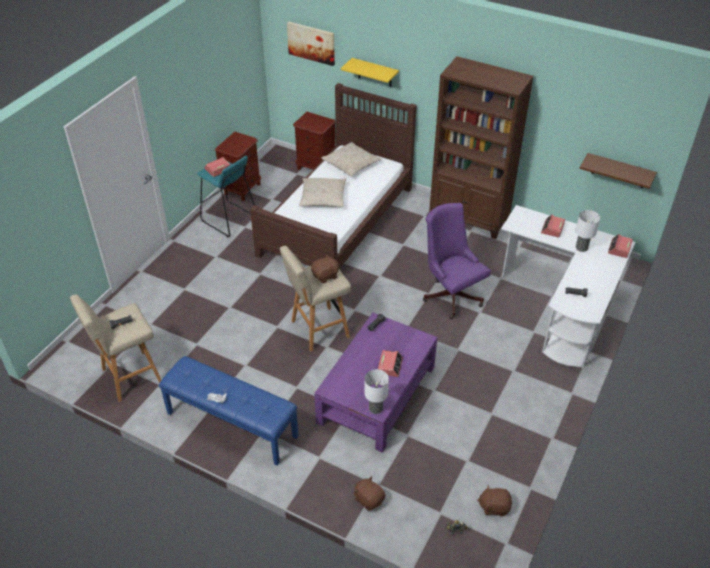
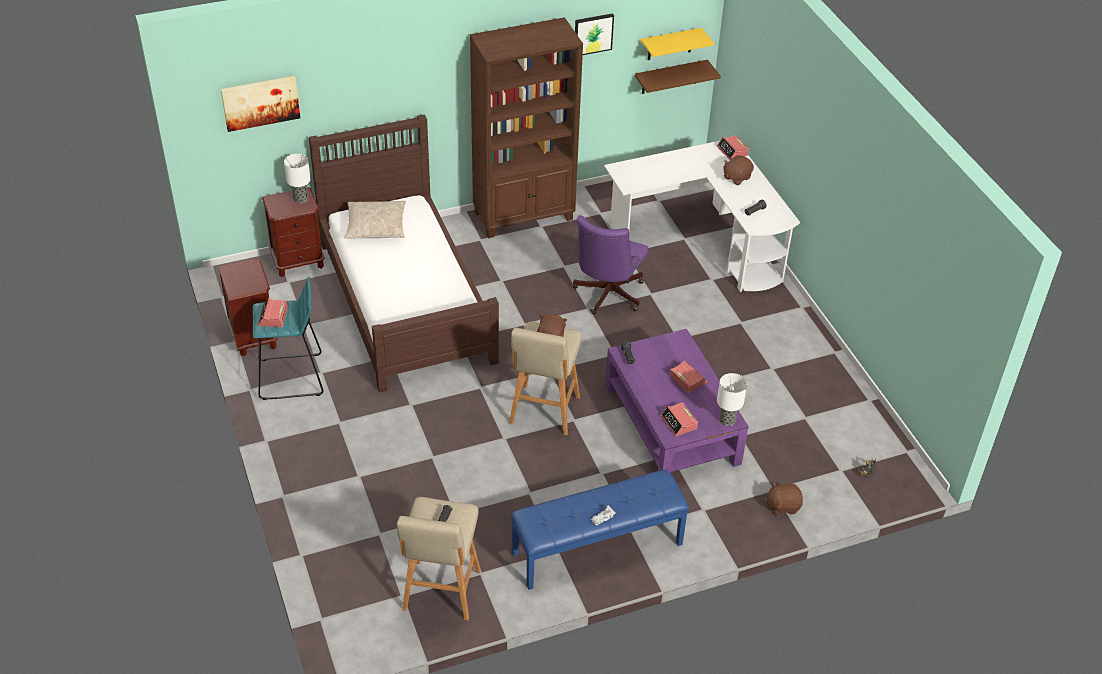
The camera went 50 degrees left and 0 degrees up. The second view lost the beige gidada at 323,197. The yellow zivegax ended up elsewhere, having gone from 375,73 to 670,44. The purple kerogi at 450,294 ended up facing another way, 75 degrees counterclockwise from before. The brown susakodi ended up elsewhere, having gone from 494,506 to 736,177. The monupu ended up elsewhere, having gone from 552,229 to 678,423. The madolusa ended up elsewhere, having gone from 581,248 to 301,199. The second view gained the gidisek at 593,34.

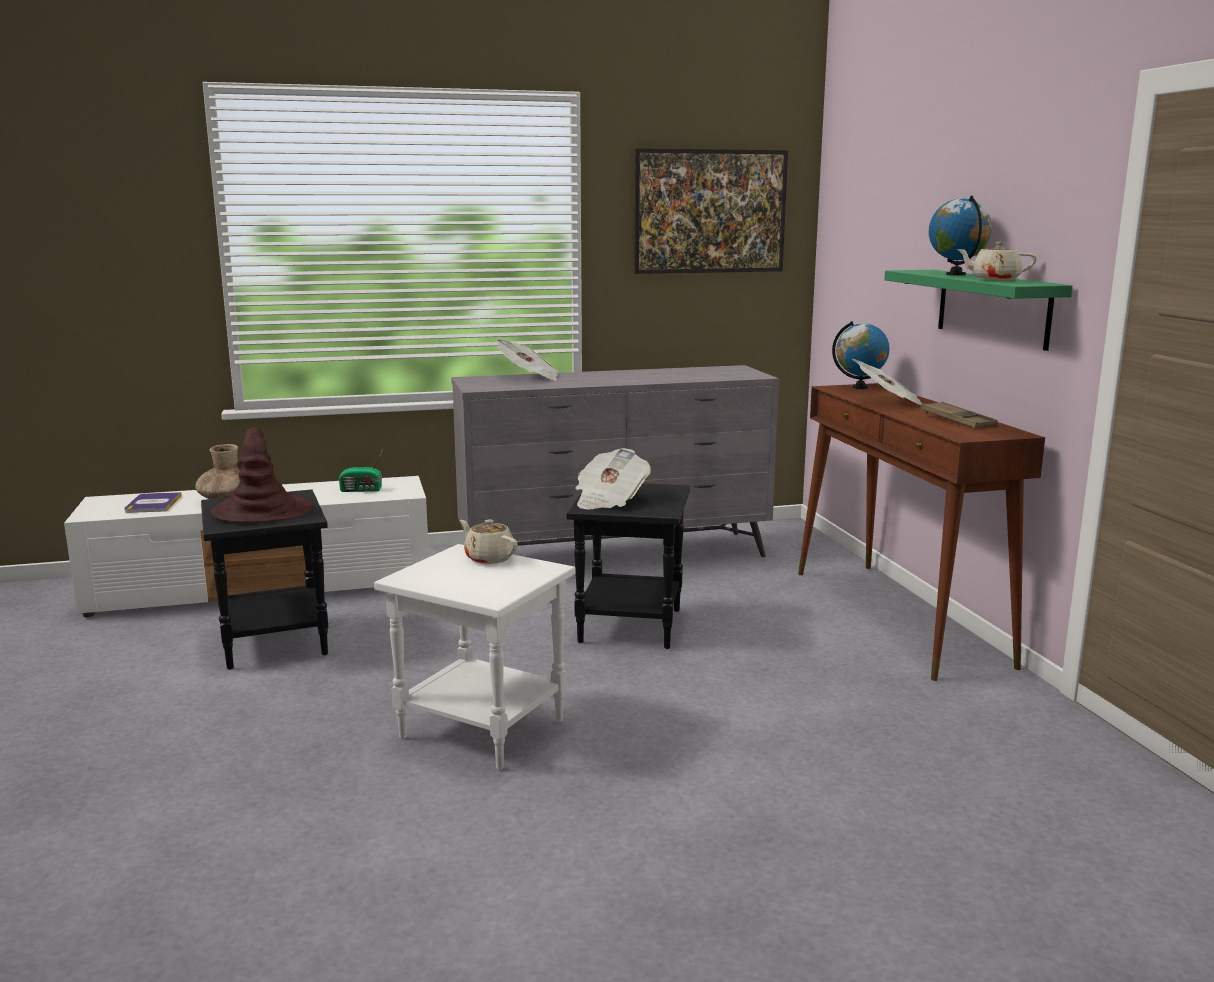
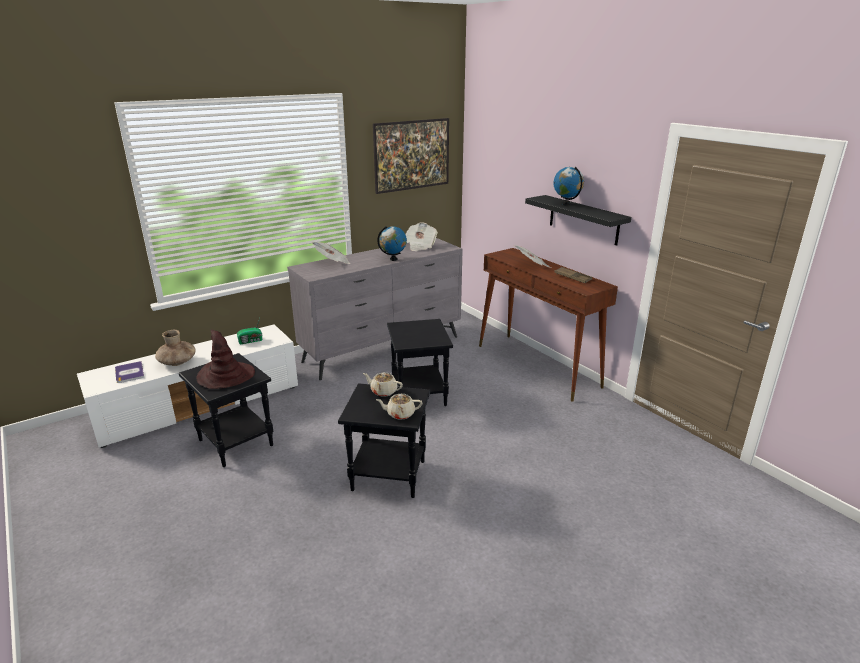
The camera went 20 degrees left and 10 degrees up. What was the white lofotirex at 485,729 turned into the black lofotirex at 389,475. The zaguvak ended up elsewhere, having gone from 609,500 to 420,246. The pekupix ended up elsewhere, having gone from 860,387 to 393,259. What was the green zivegax at 992,307 turned into the black zivegax at 583,220. The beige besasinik ended up elsewhere, having gone from 994,279 to 400,414.

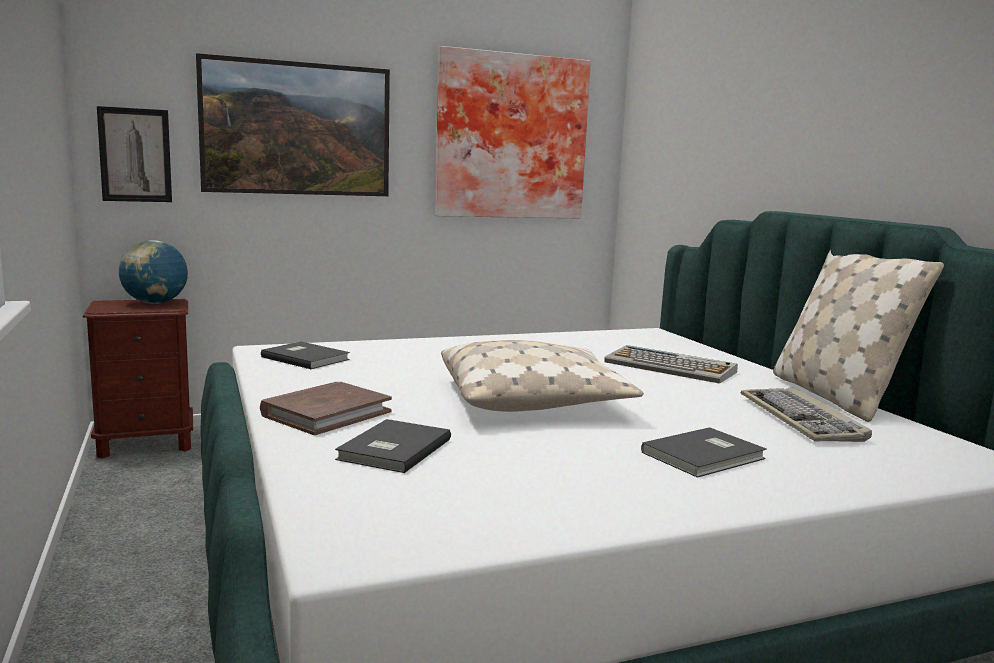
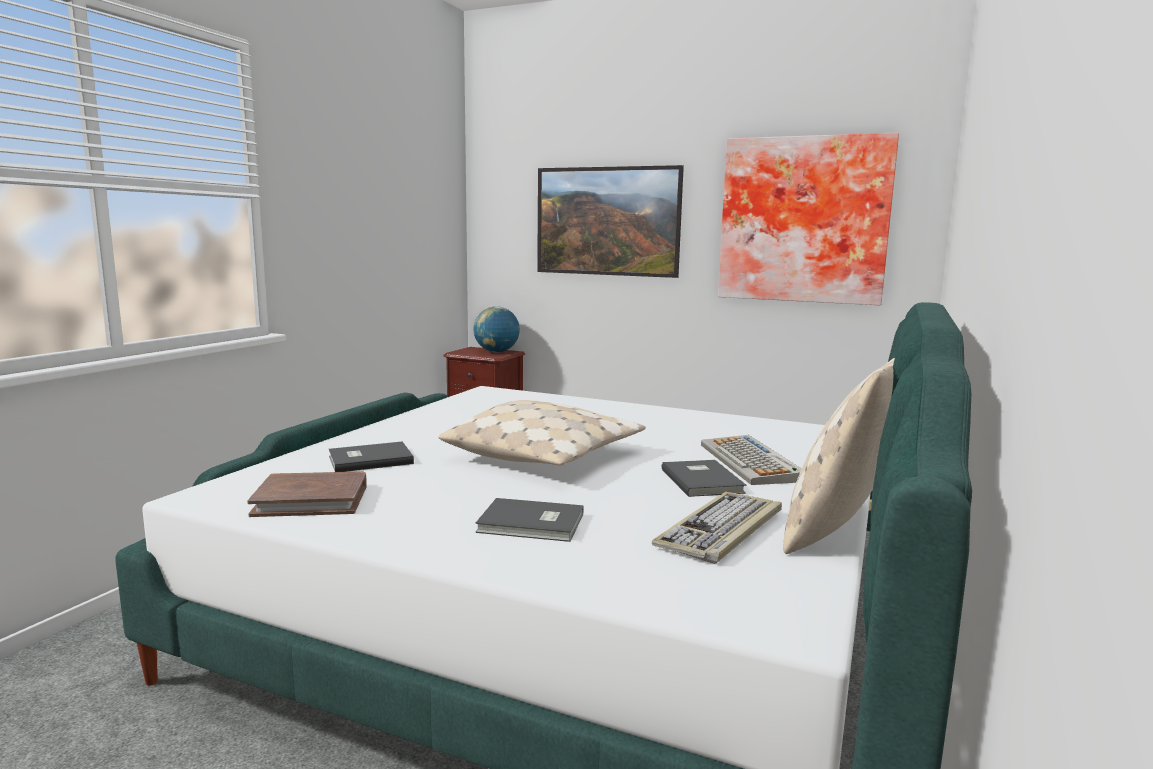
The camera went 45 degrees right and 0 degrees up. The second view lost the gidisek at 135,155. The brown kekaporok ended up elsewhere, having gone from 326,413 to 311,499. The grey kekaporok ended up elsewhere, having gone from 306,358 to 703,480.

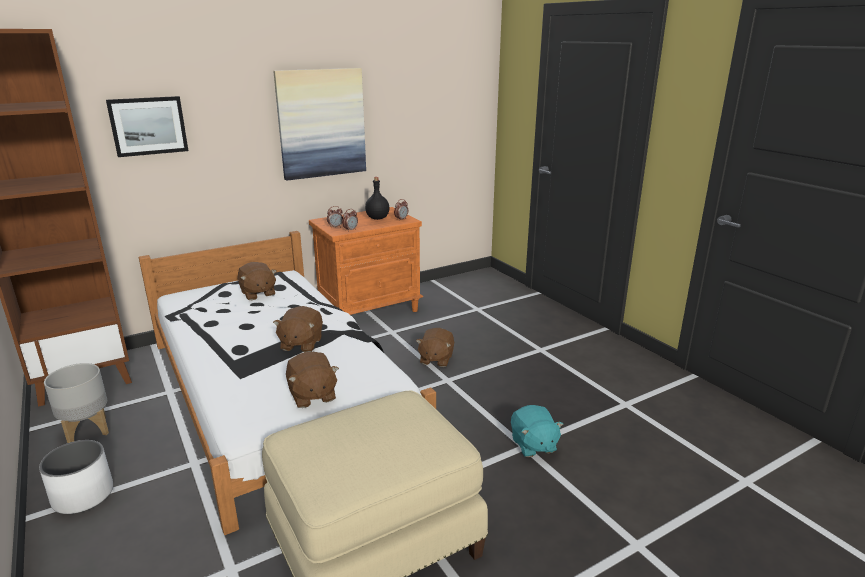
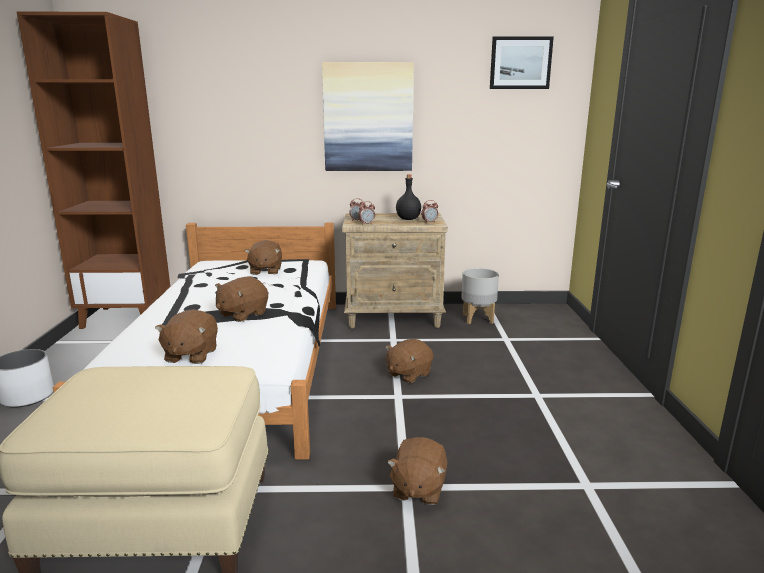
The camera went 30 degrees right and 5 degrees down. The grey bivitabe ended up elsewhere, having gone from 87,430 to 477,318. The gidisek ended up elsewhere, having gone from 148,126 to 520,63. What was the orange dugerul at 370,310 turned into the beige dugerul at 394,317. What was the turquoise susakodi at 533,445 turned into the brown susakodi at 418,489.

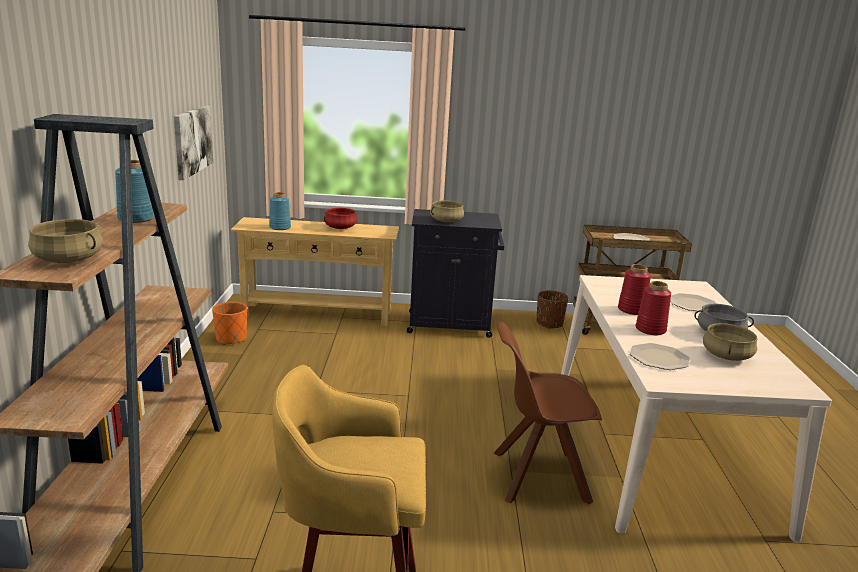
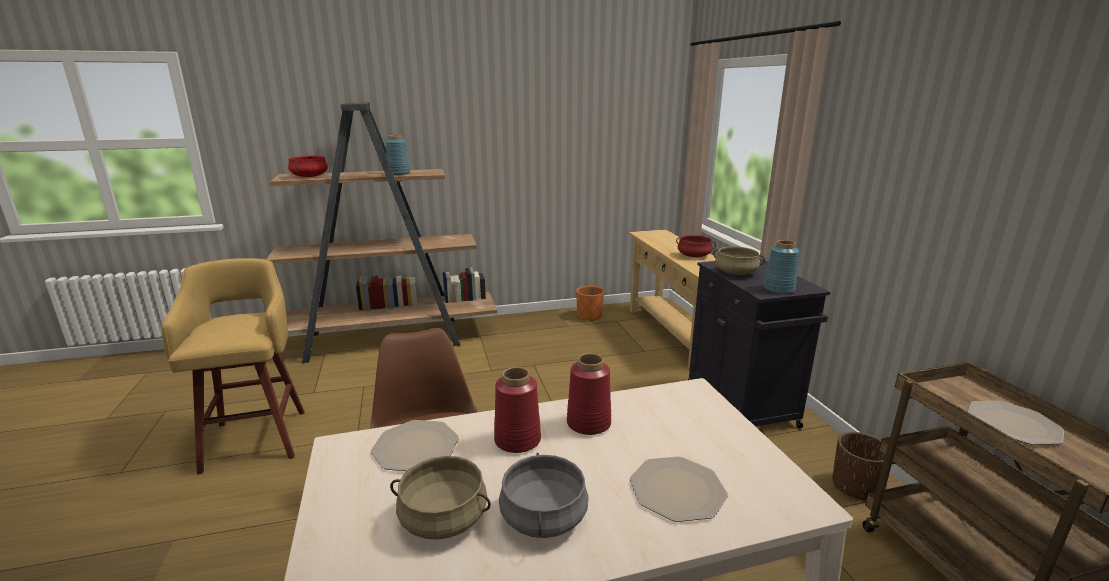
The camera went 75 degrees right and 0 degrees up. What was the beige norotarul at 69,259 turned into the red norotarul at 309,176. The second view lost the gidisek at 192,141. The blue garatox ended up elsewhere, having gone from 280,227 to 779,289.

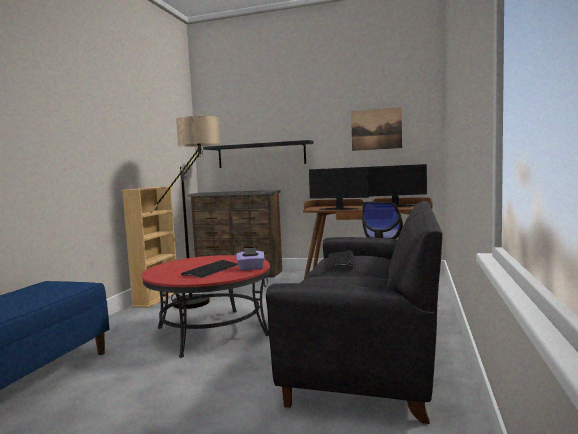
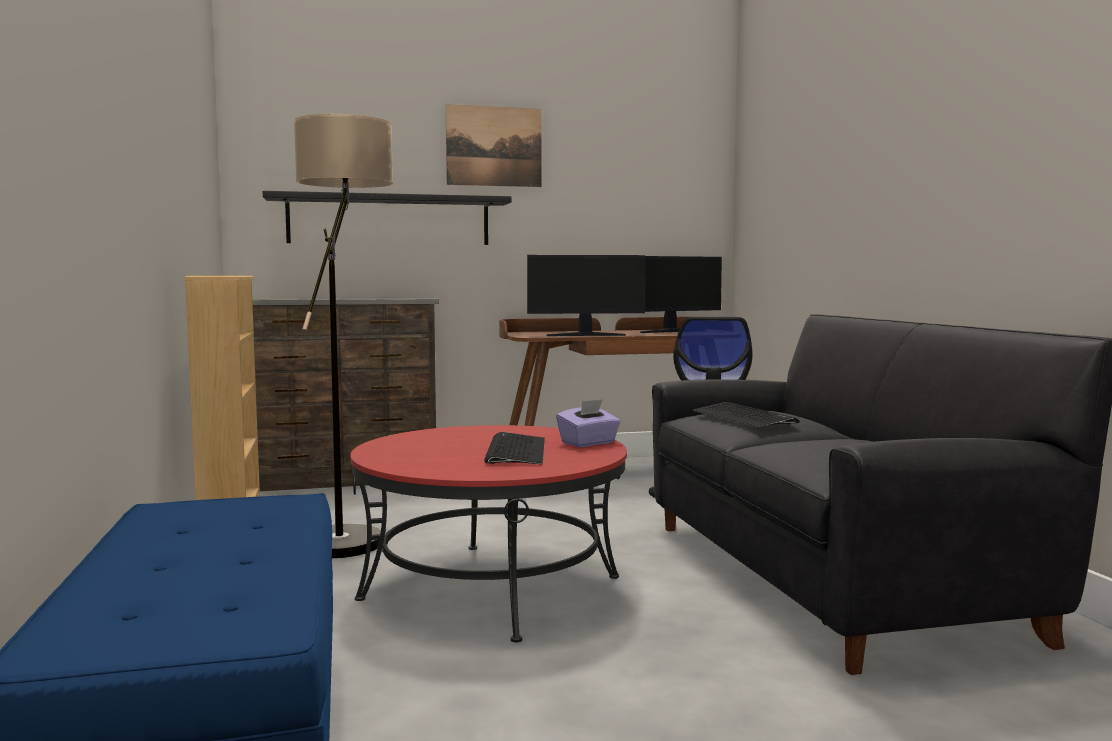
The camera went 30 degrees left and 0 degrees up. The gidisek ended up elsewhere, having gone from 376,129 to 494,146.

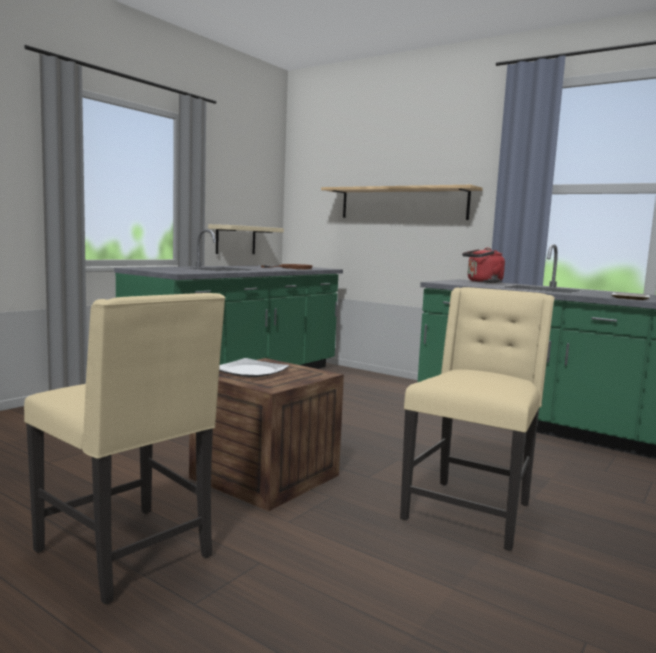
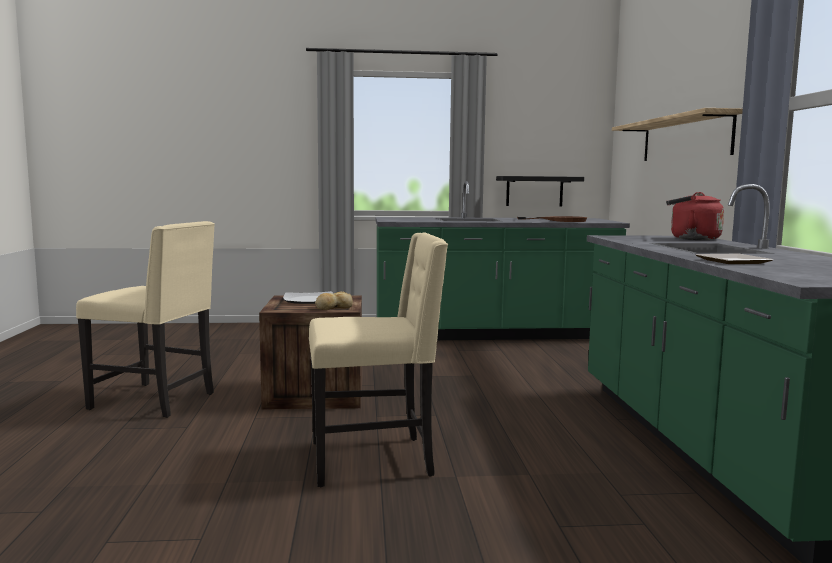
The camera went 50 degrees right and 0 degrees up. The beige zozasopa at 128,554 ended up facing another way, 75 degrees counterclockwise from before. What was the beige zivegax at 235,240 turned into the black zivegax at 534,191. The second view gained the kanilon at 333,307.

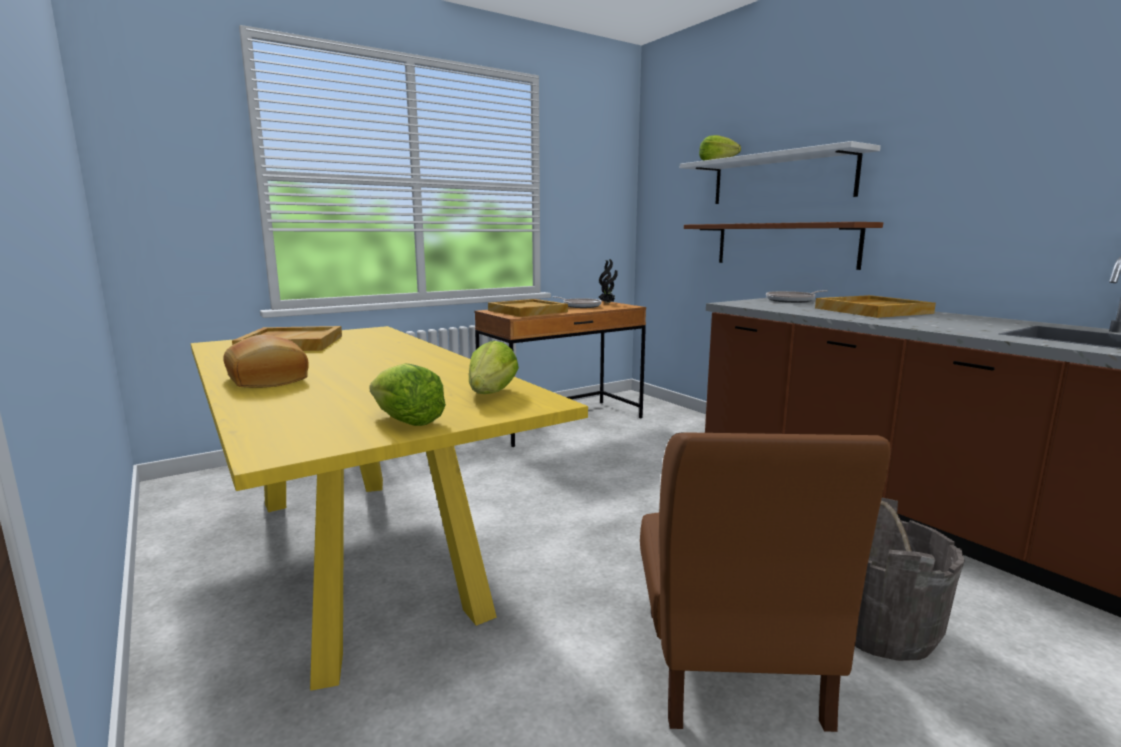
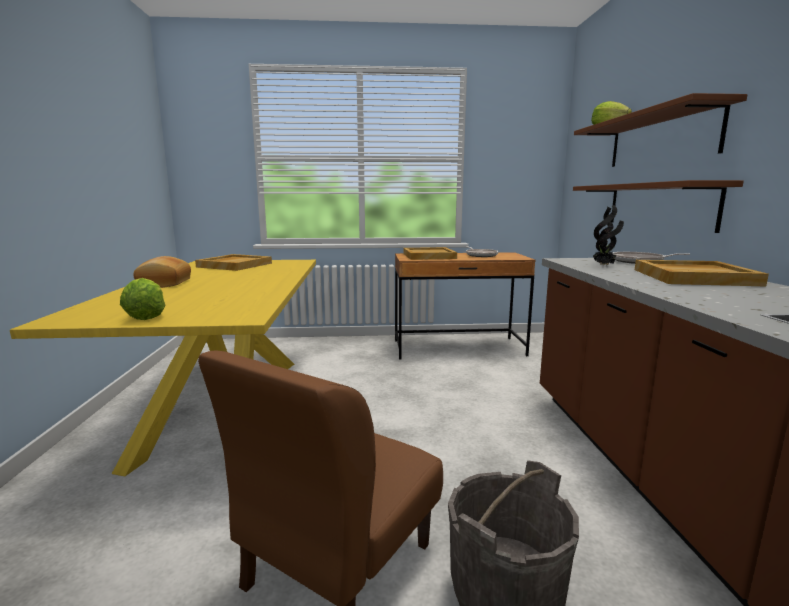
The camera went 30 degrees right and 0 degrees up. The second view lost the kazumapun at 491,393. The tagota ended up elsewhere, having gone from 607,303 to 604,265. What was the white zivegax at 780,179 turned into the brown zivegax at 660,139.

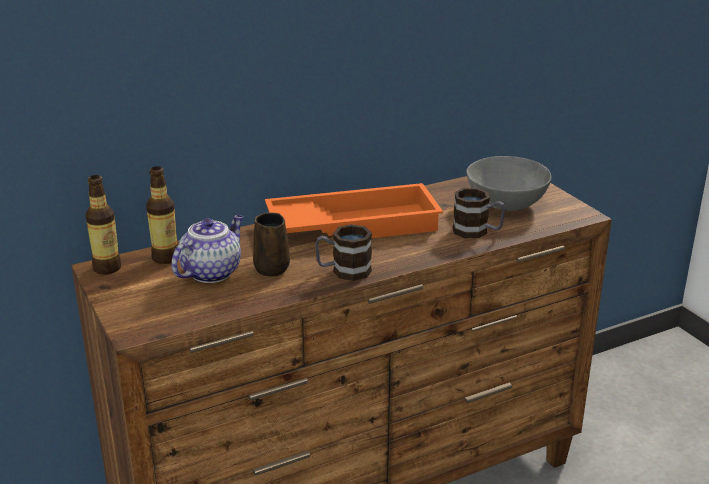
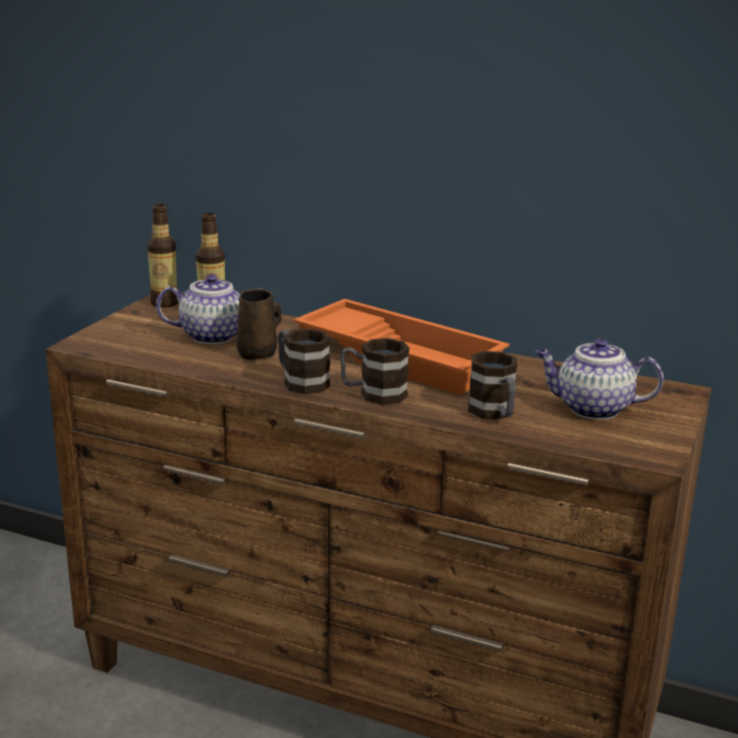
The camera went 50 degrees right and 5 degrees down. Where the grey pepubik stood at 506,204, the besasinik came to stand at 592,409. The second view gained the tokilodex at 373,394.

